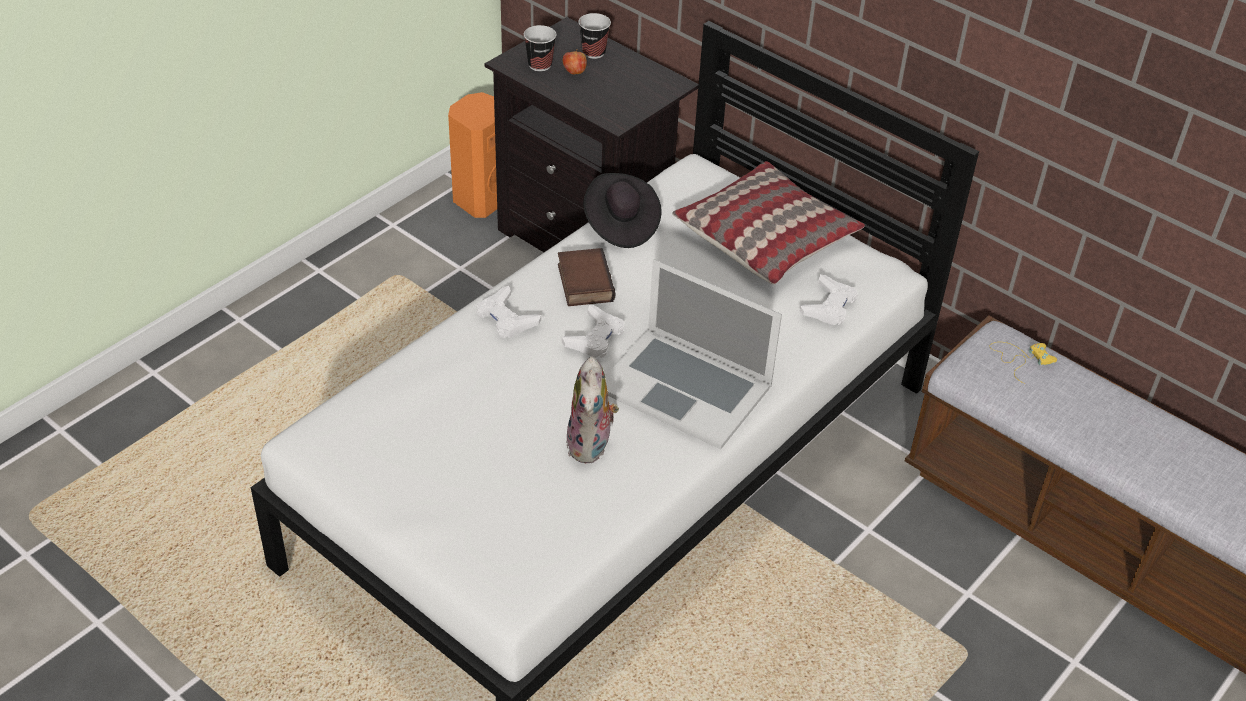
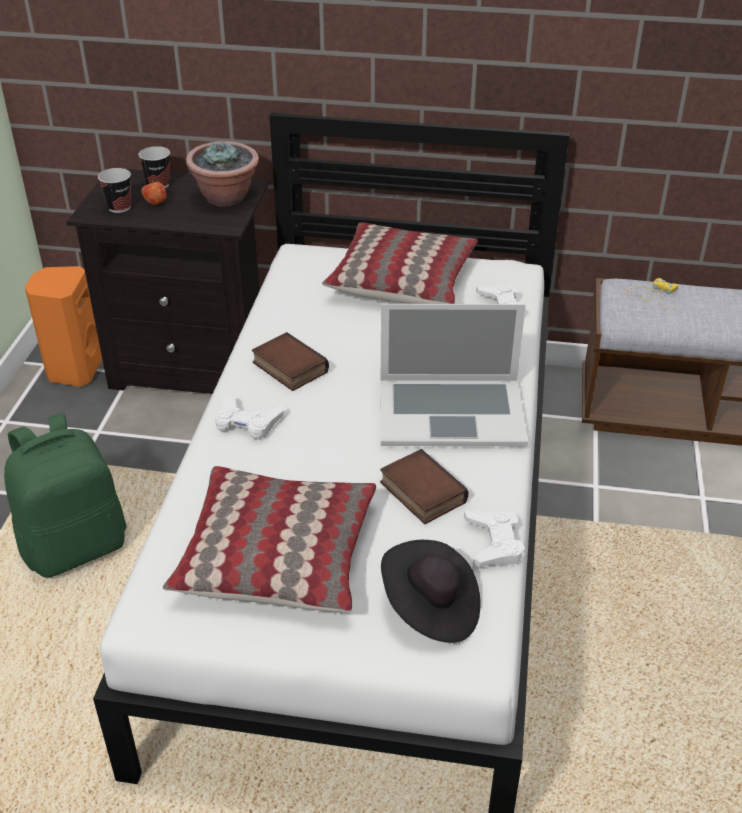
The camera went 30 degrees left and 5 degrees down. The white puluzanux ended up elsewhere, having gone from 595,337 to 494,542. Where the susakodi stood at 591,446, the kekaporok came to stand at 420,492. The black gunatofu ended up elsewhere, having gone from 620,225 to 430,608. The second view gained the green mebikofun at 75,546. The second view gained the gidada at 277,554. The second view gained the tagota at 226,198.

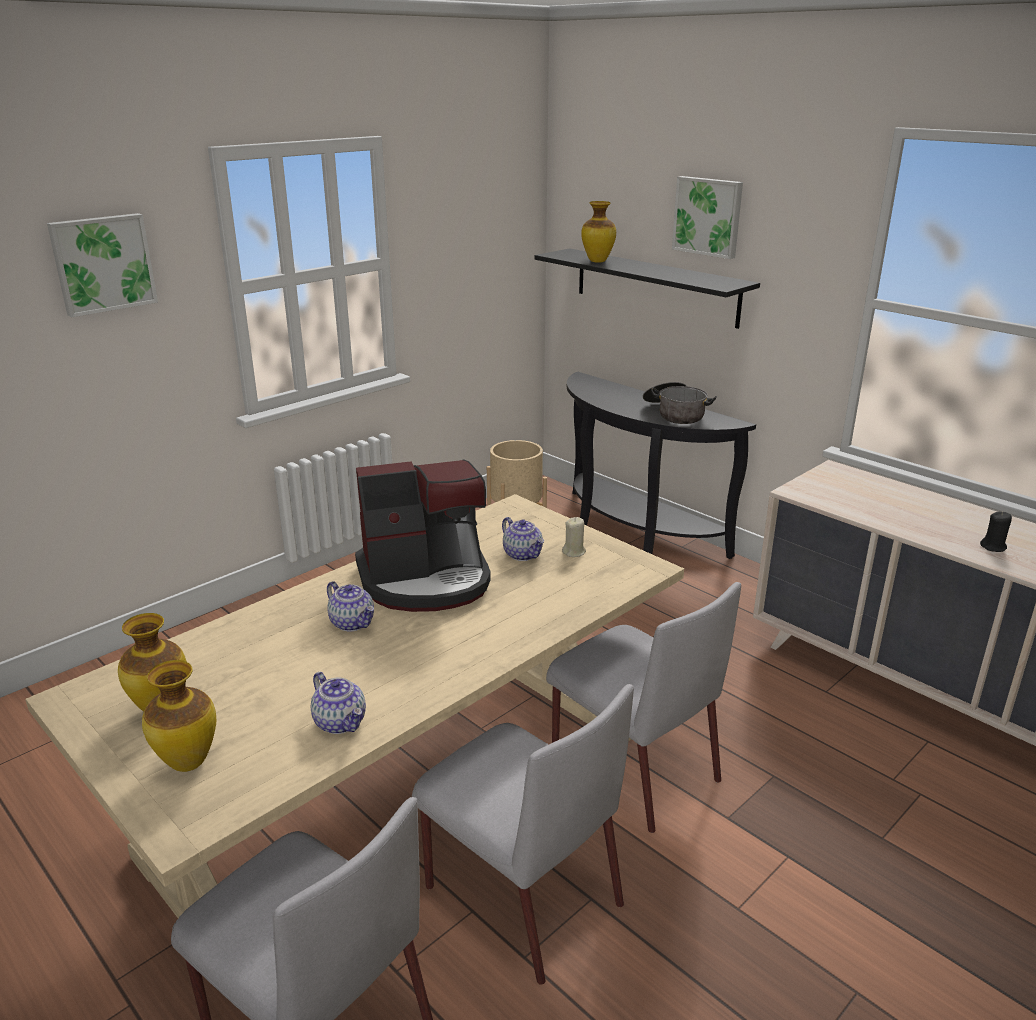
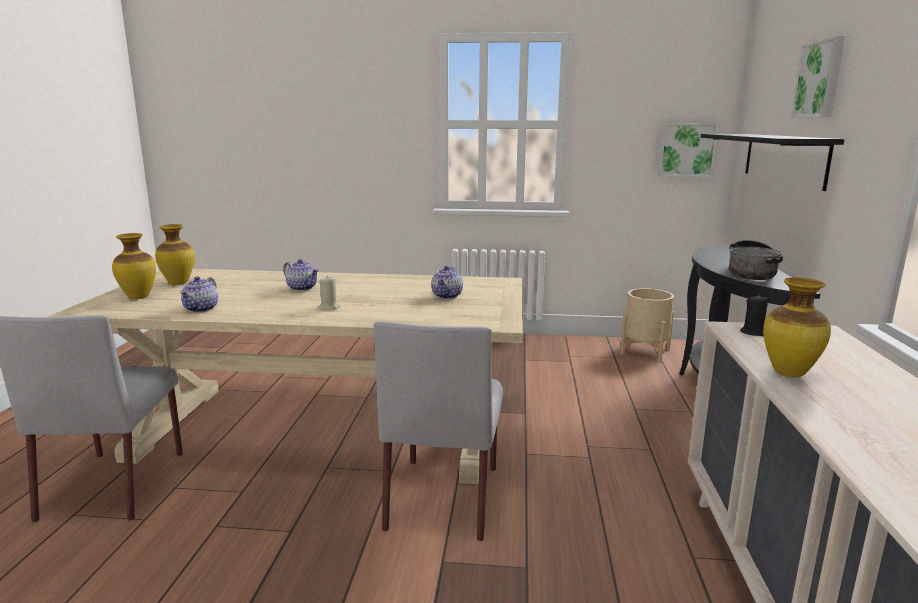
The camera went 50 degrees right and 10 degrees down. The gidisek ended up elsewhere, having gone from 102,263 to 686,150. The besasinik at 353,623 ended up facing another way, 60 degrees counterclockwise from before. The second view lost the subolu at 426,580. The second view lost the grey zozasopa at 520,894. The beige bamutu ended up elsewhere, having gone from 574,552 to 329,307. The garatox ended up elsewhere, having gone from 598,261 to 790,373. The black bamutu ended up elsewhere, having gone from 993,547 to 753,332.

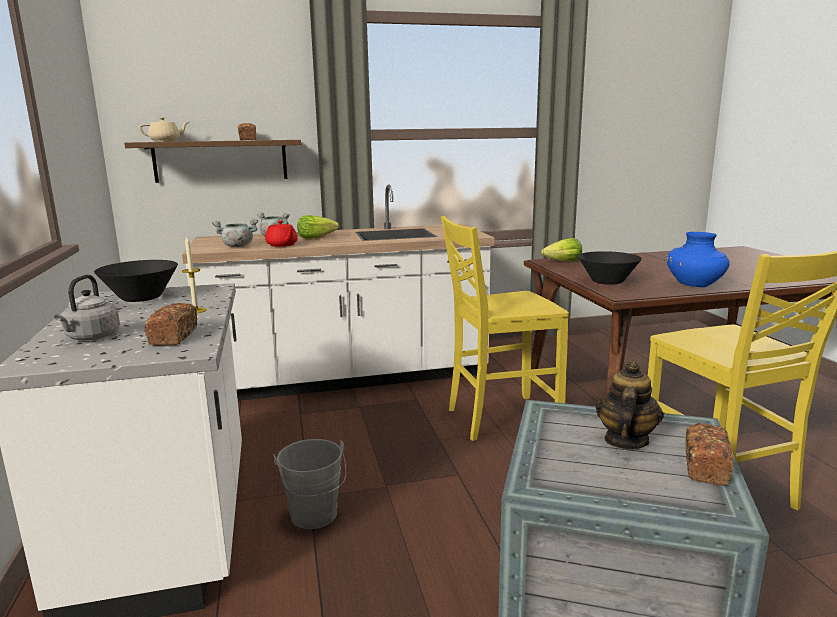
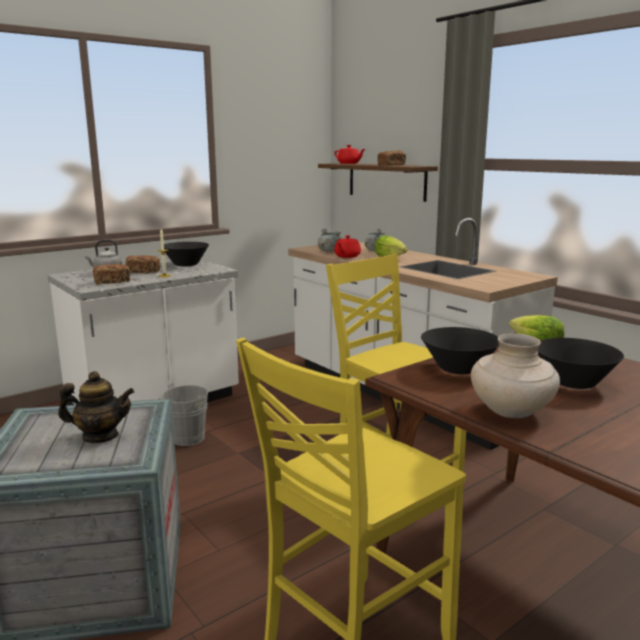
The camera went 65 degrees right and 0 degrees up. What was the beige besasinik at 166,141 turned into the red besasinik at 349,163. What was the blue garatox at 695,285 turned into the beige garatox at 511,412. The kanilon ended up elsewhere, having gone from 705,466 to 143,271. The second view gained the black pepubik at 573,382.

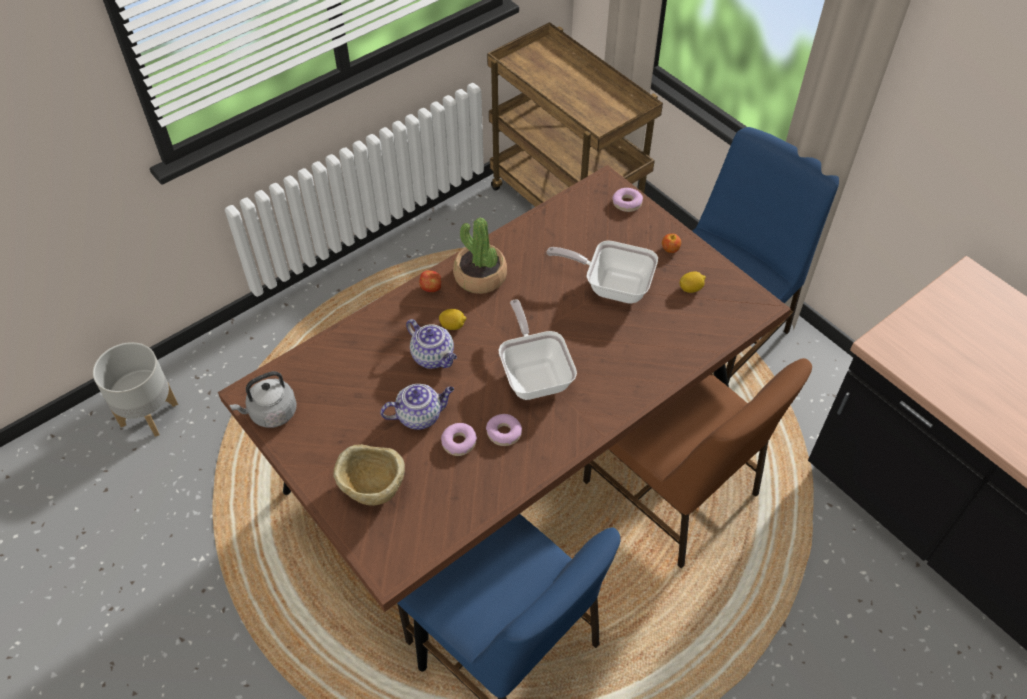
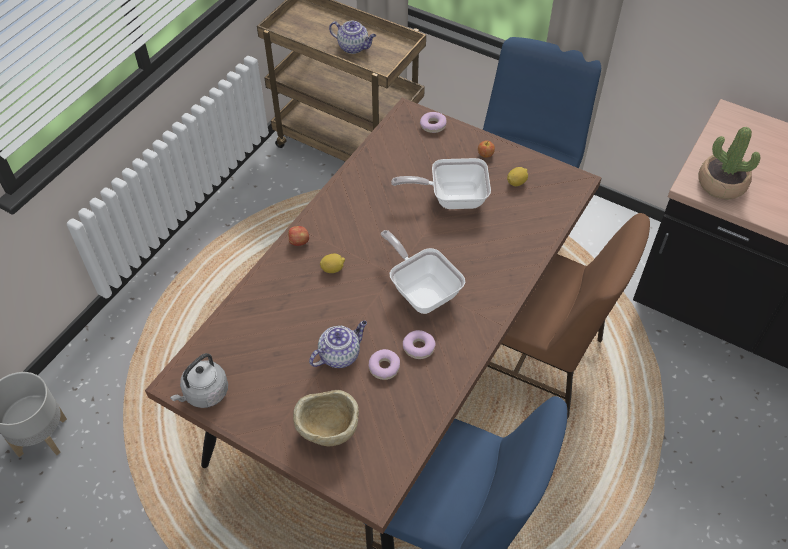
The camera went 20 degrees left and 0 degrees up. The besasinik ended up elsewhere, having gone from 434,357 to 354,47. The tagota ended up elsewhere, having gone from 480,276 to 721,184.

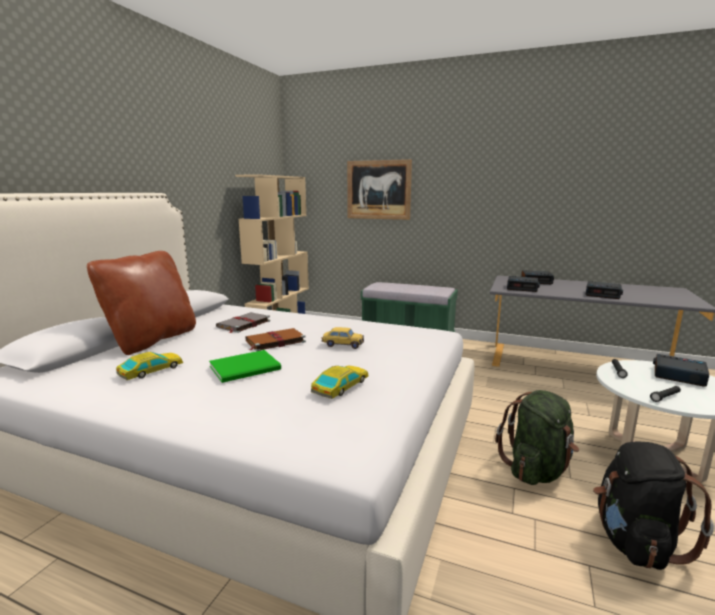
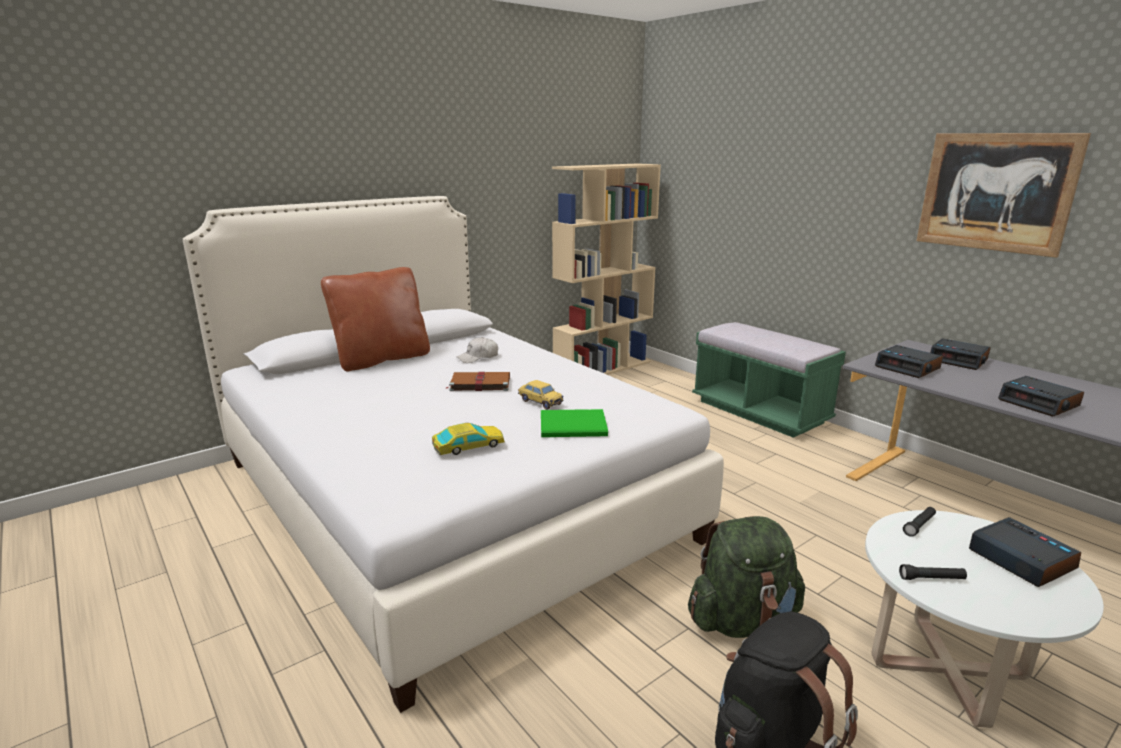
The camera went 30 degrees right and 5 degrees up. The second view lost the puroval at 151,371. The green kekaporok ended up elsewhere, having gone from 247,368 to 575,426. Where the grey kekaporok stood at 243,324, the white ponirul came to stand at 478,357. The gidisek ended up elsewhere, having gone from 378,190 to 995,192.

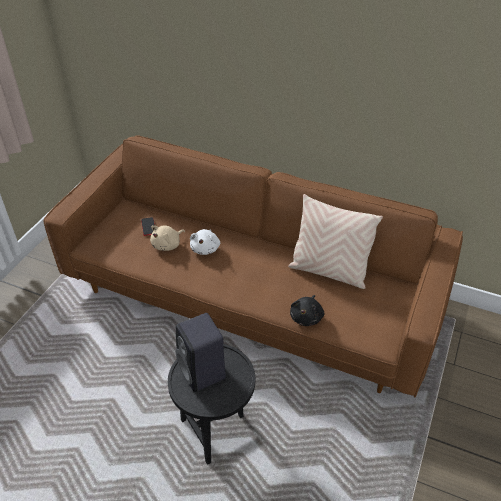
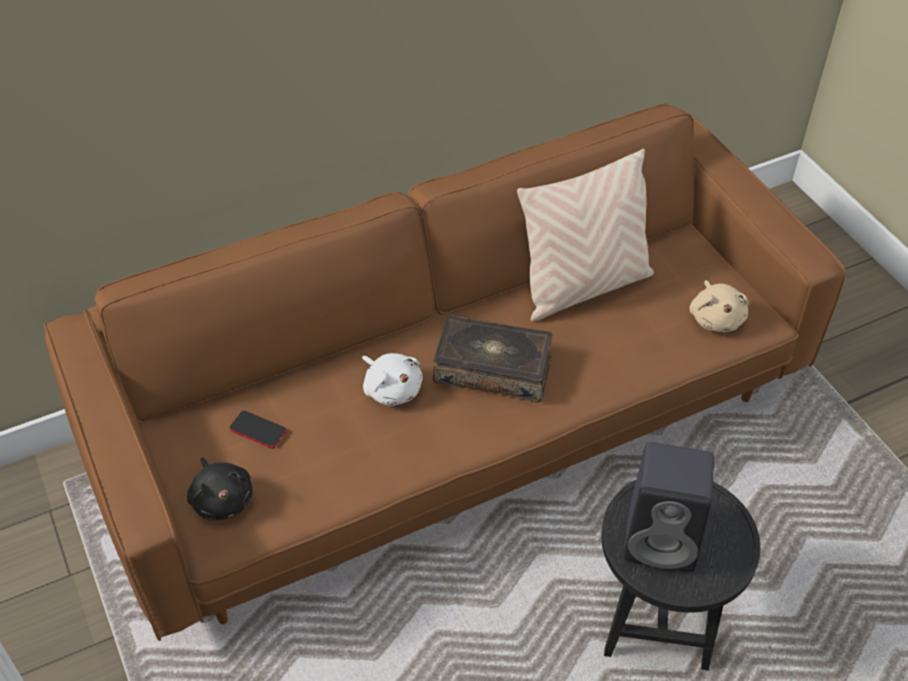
The camera went 50 degrees left and 5 degrees up. The beige susakodi ended up elsewhere, having gone from 167,245 to 716,318. The black susakodi ended up elsewhere, having gone from 307,317 to 222,499. The second view gained the kekaporok at 493,368.

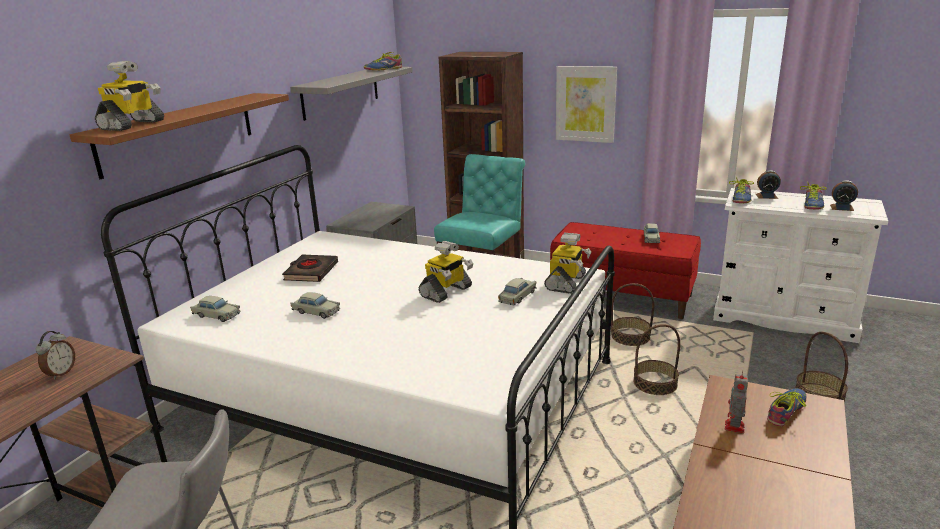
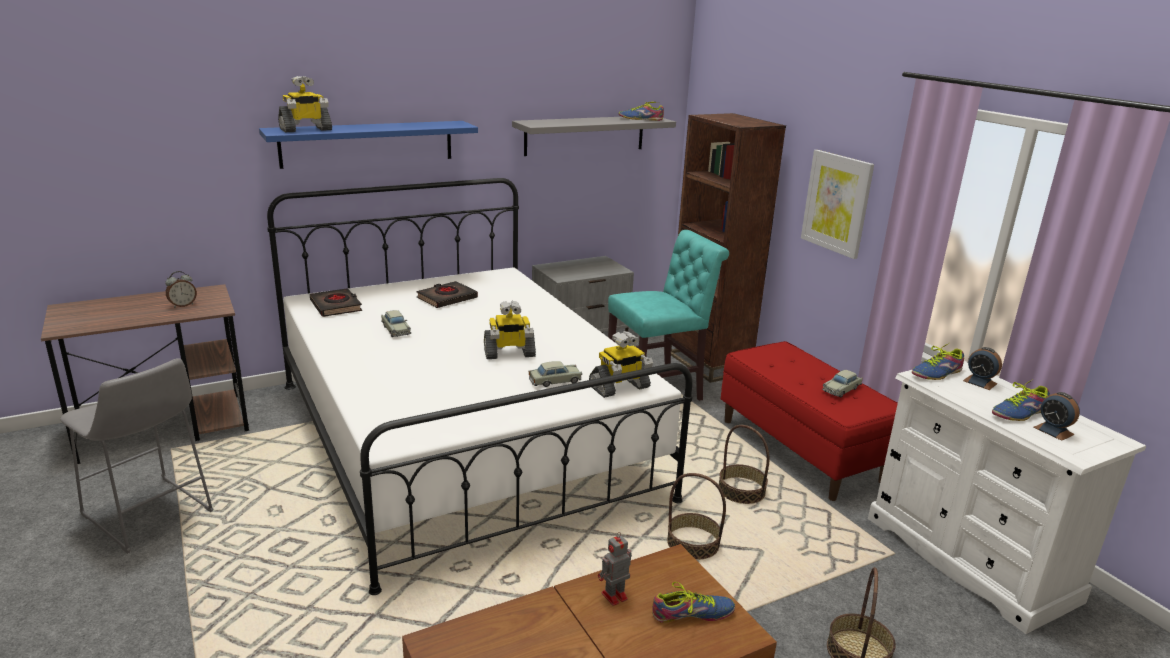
The camera went 35 degrees right and 0 degrees up. What was the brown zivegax at 179,132 turned into the blue zivegax at 368,143. Where the beige puroval stood at 216,315, the black kekaporok came to stand at 336,306.

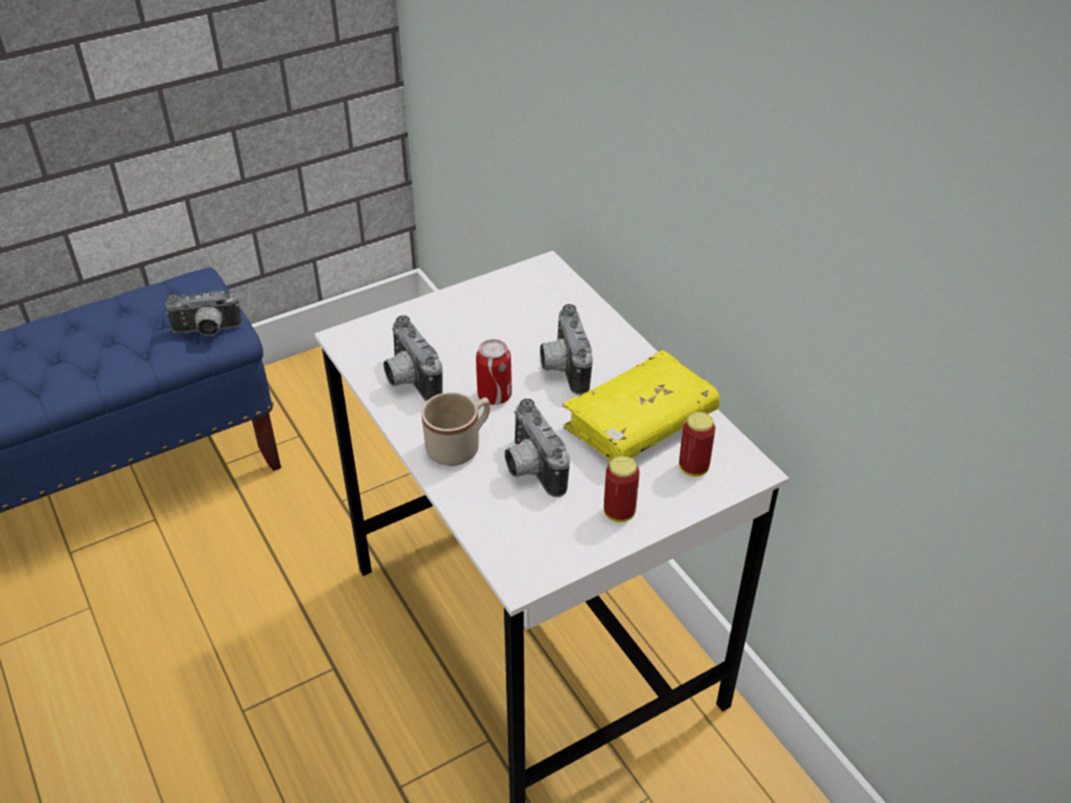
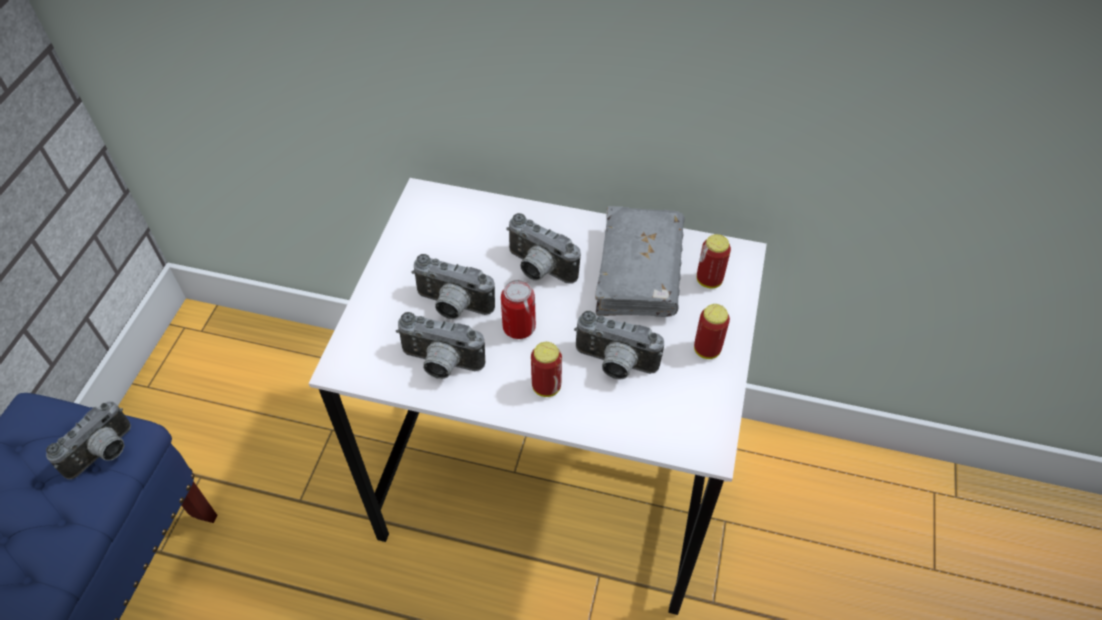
The camera went 45 degrees left and 10 degrees up. Where the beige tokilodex stood at 460,446, the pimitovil came to stand at 546,387. What was the yellow kekaporok at 640,423 turned into the grey kekaporok at 639,273. The second view gained the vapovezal at 452,306.

